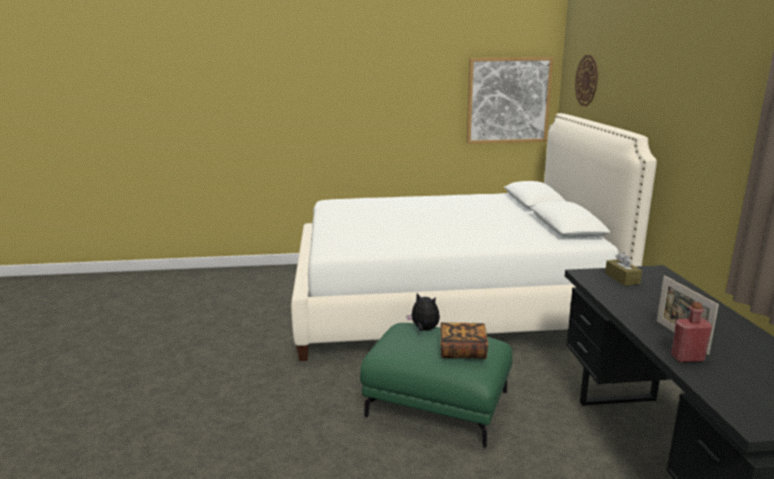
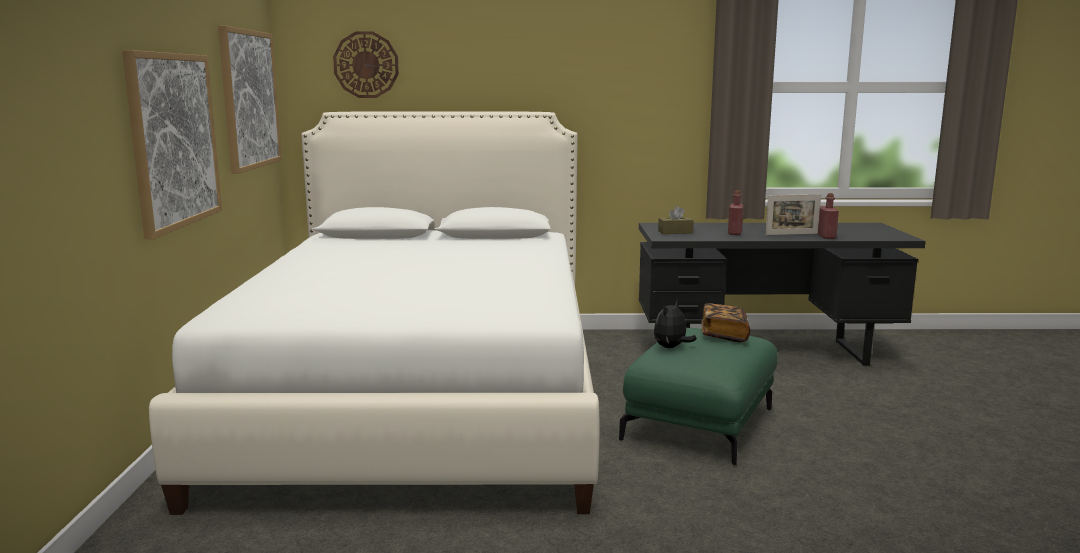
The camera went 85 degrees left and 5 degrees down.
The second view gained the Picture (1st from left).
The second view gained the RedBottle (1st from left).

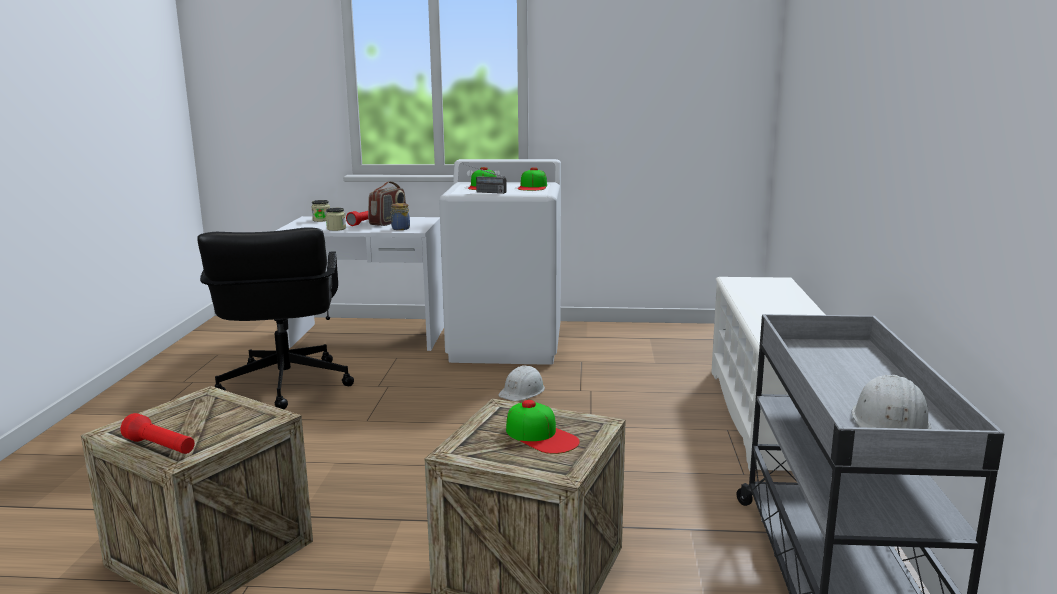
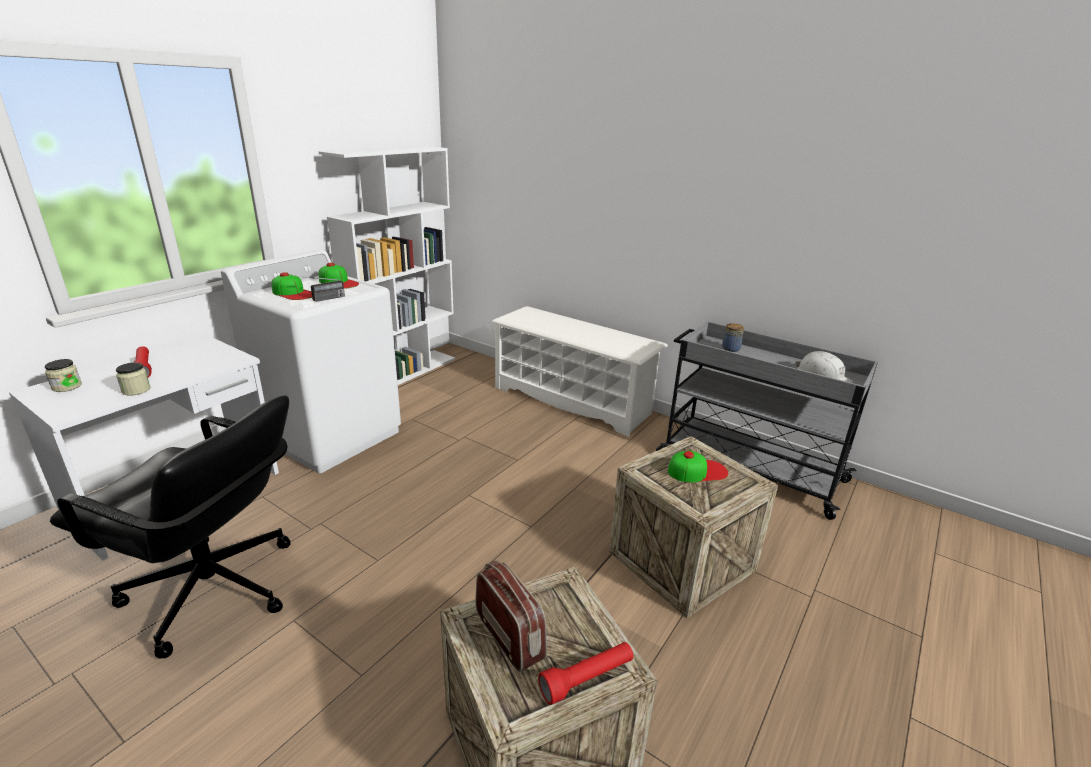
The camera went 60 degrees left and 10 degrees up.
The second view gained the WhiteBookcase.
The Radio (1st from left in the first image) ended up elsewhere.
The Jar (3rd from left) ended up elsewhere.
The second view lost the WhiteHardHat (1st from left).

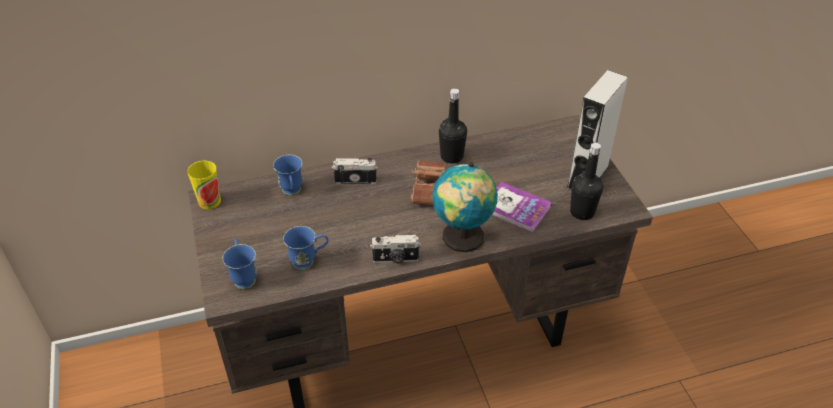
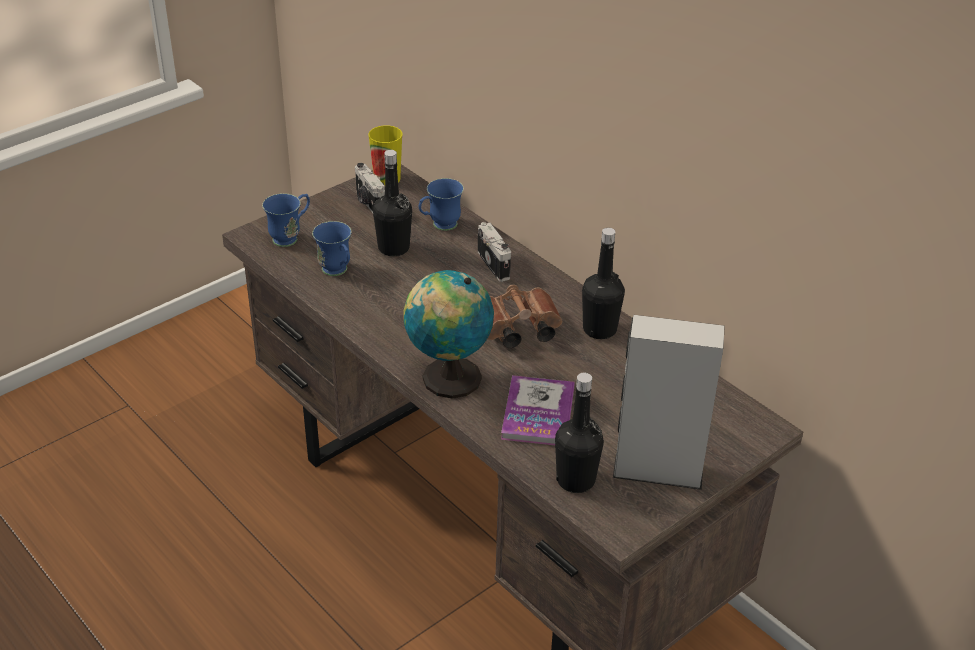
The camera went 65 degrees right and 5 degrees down.
The PhotoCamera (2nd from left in the first image) ended up elsewhere.
The second view gained the BlackBottle (1st from left).

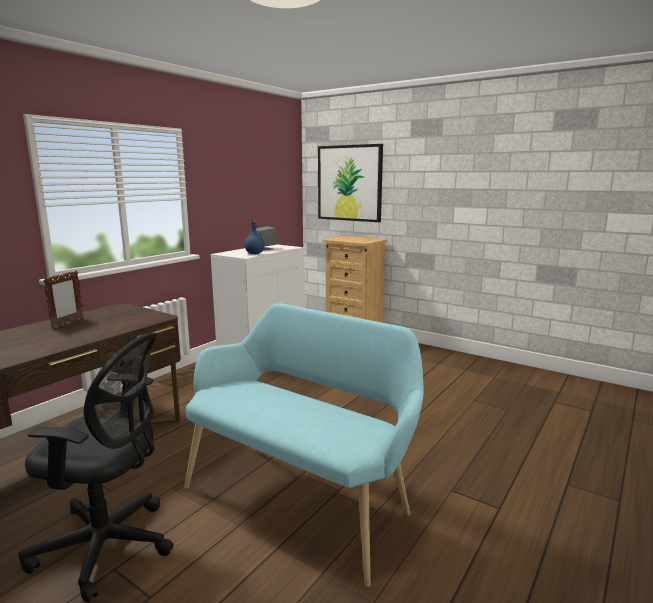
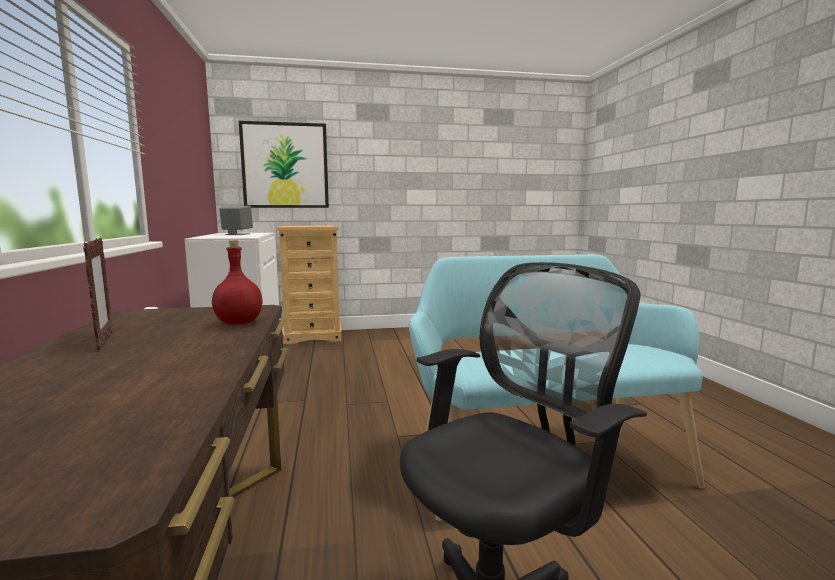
The camera went 45 degrees left and 5 degrees down.
The second view gained the RedBottle.
The second view lost the BlueBottle.

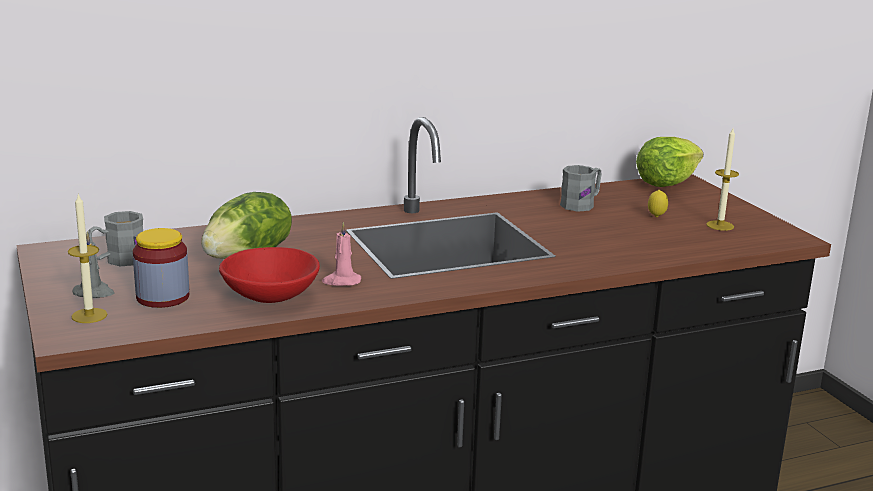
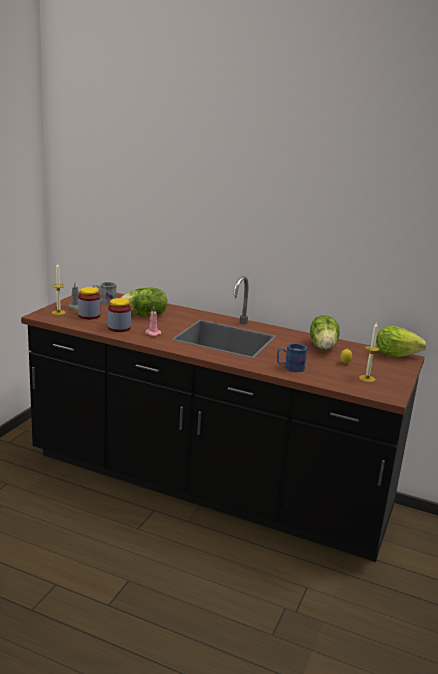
The camera went 45 degrees right and 0 degrees up.
Where the RedBowl stood, the Jar (2nd from left) came to stand.
The second view gained the BlueMug.
Where the GreyMug (2nd from left) stood, the Lettuce (2nd from left) came to stand.

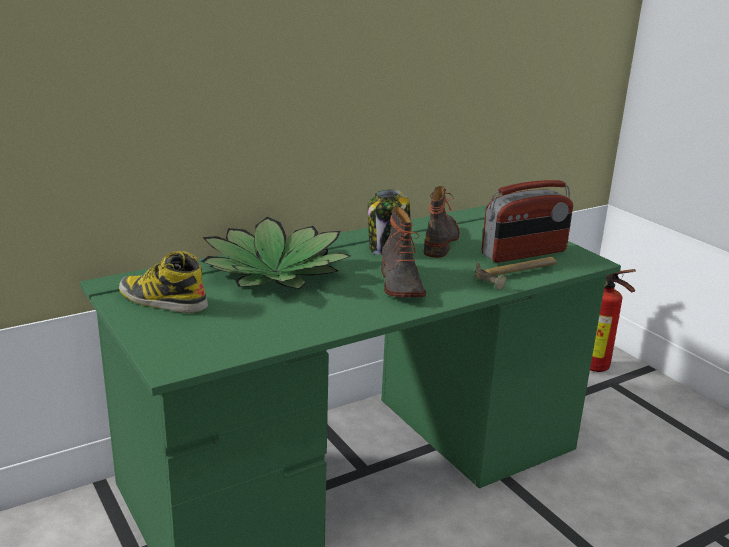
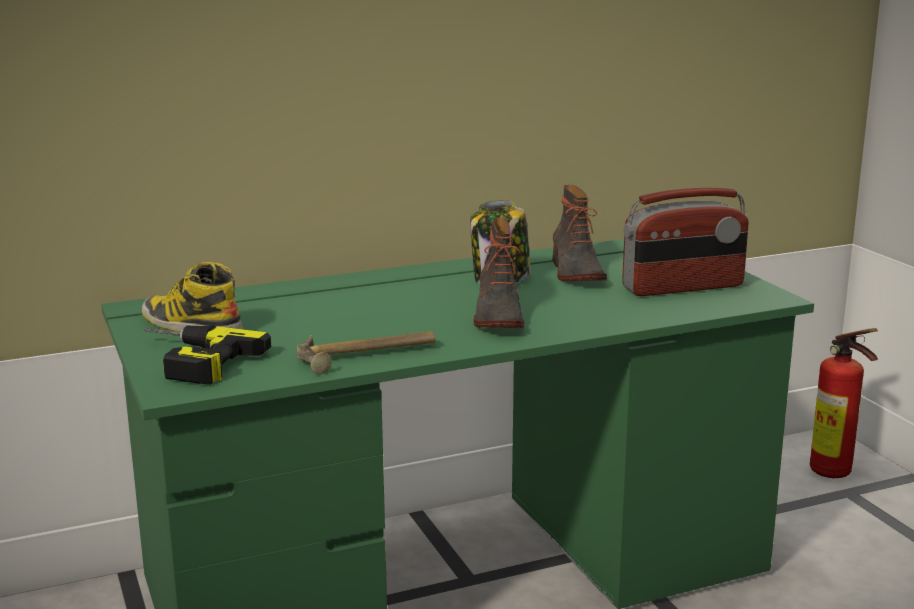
The camera went 10 degrees right and 5 degrees down.
The second view gained the PowerDrill.
The Hammer ended up elsewhere.
The Boot (3rd from left) ended up facing another way, 150 degrees clockwise from before.
The second view lost the PottedPlant.

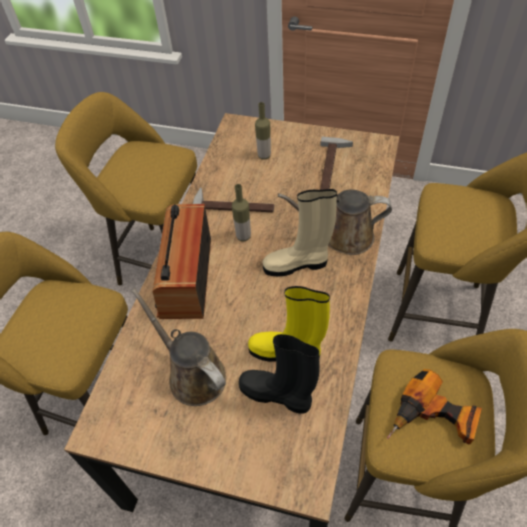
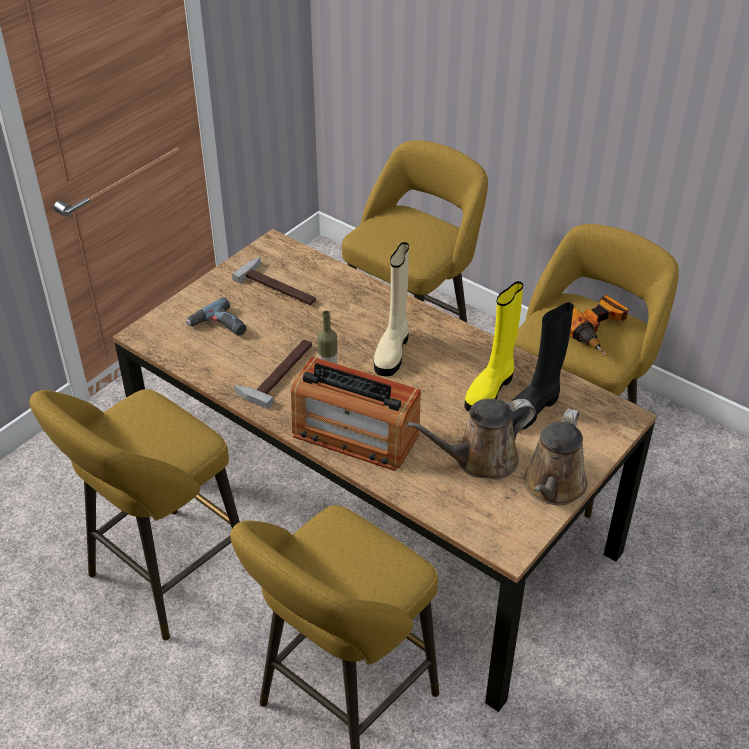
The camera went 70 degrees left and 10 degrees down.
Where the Bottle (2nd from left) stood, the PowerDrill (1st from left) came to stand.
The BrownWateringCan (2nd from left) ended up elsewhere.

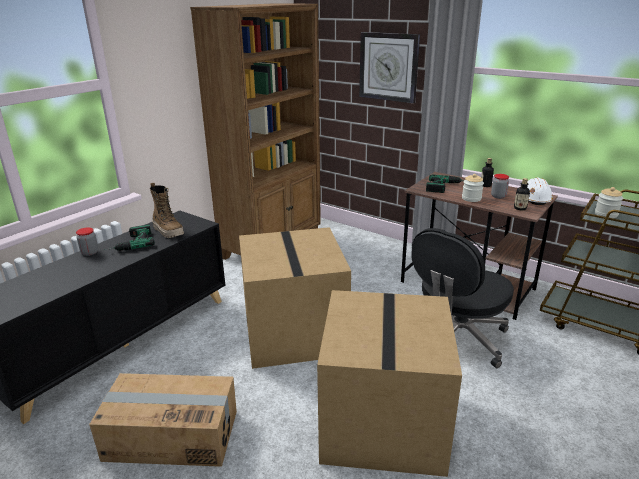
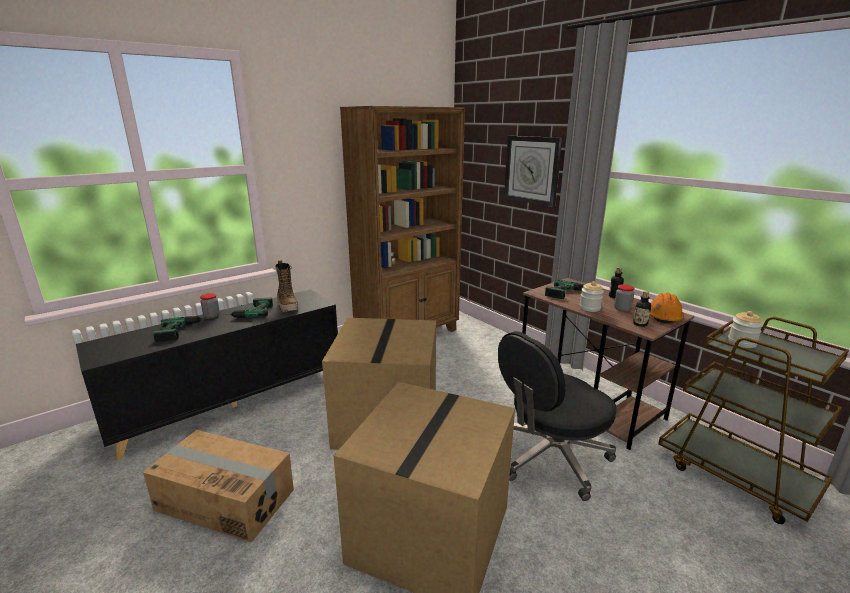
The camera went 15 degrees right and 5 degrees down.
The second view gained the PowerDrill (1st from left).
What was the WhiteHardHat turned into the OrangeHardHat.

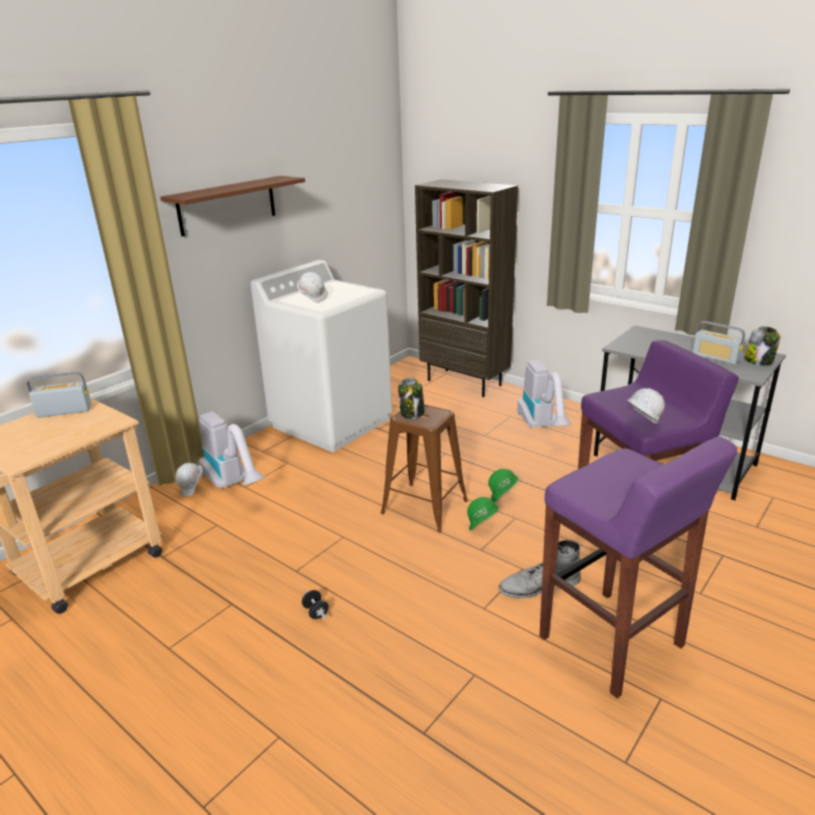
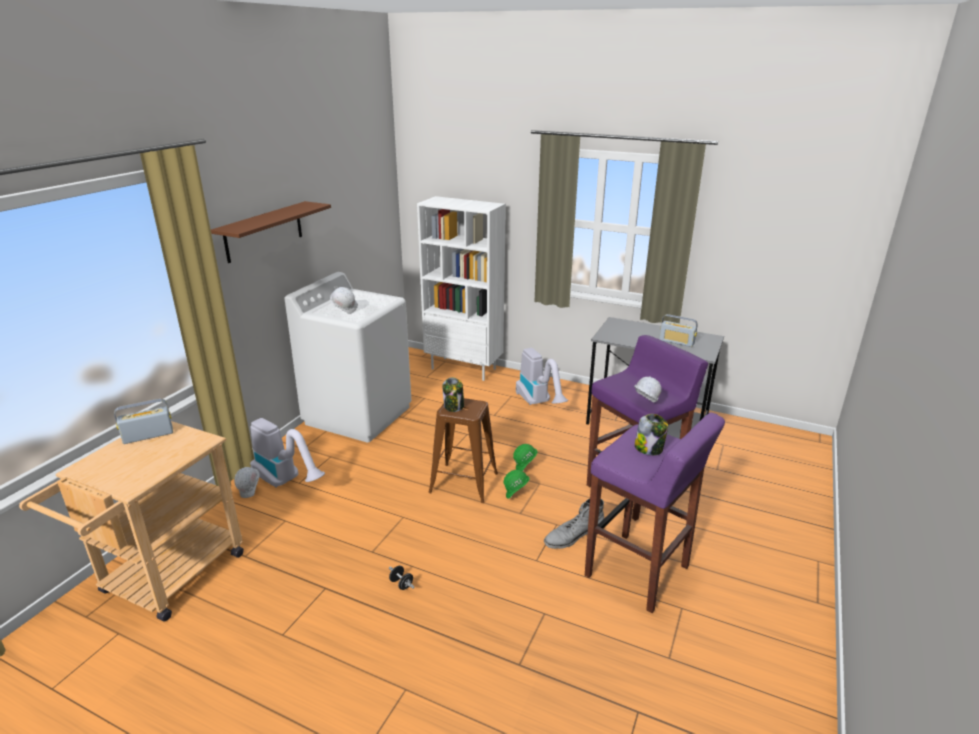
The camera went 15 degrees left and 0 degrees up.
What was the BrownBookcase turned into the WhiteBookcase.
The Jar (2nd from left) ended up elsewhere.

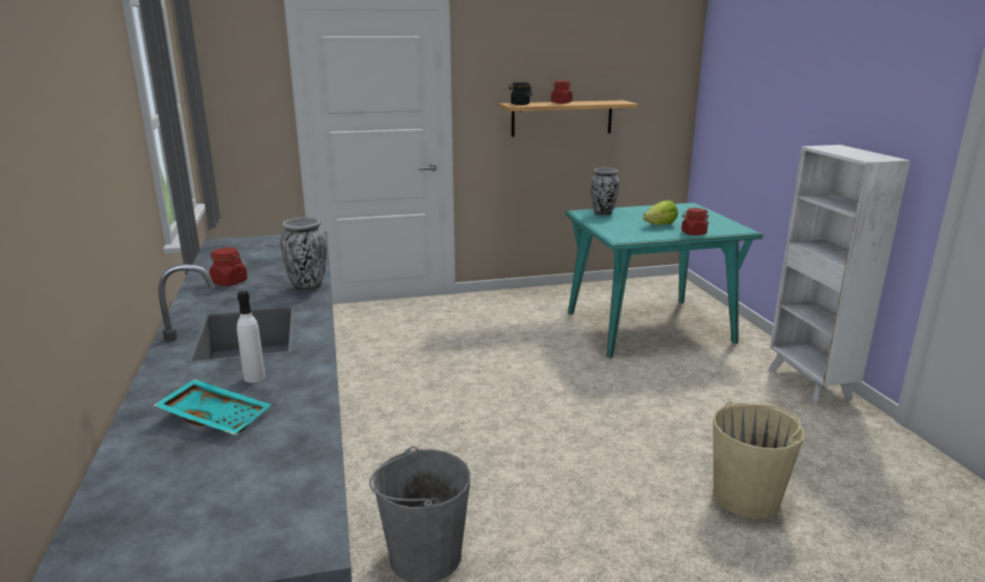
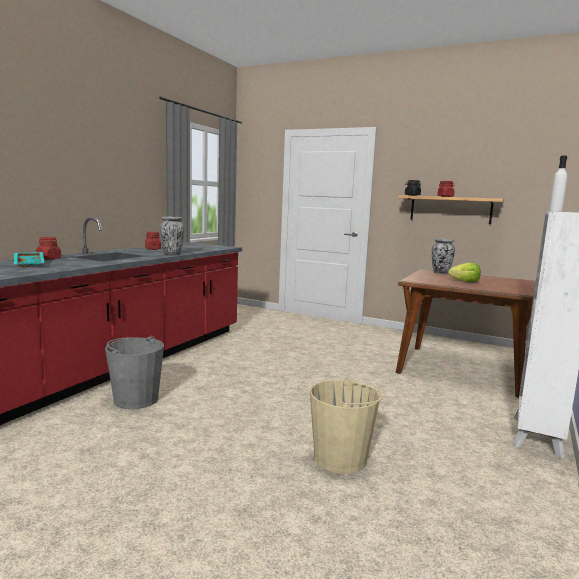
The camera went 40 degrees right and 10 degrees down.
The RedJar (3rd from left in the first image) ended up elsewhere.
What was the TurquoiseDiningTable turned into the BrownDiningTable.
The WhiteBottle ended up elsewhere.

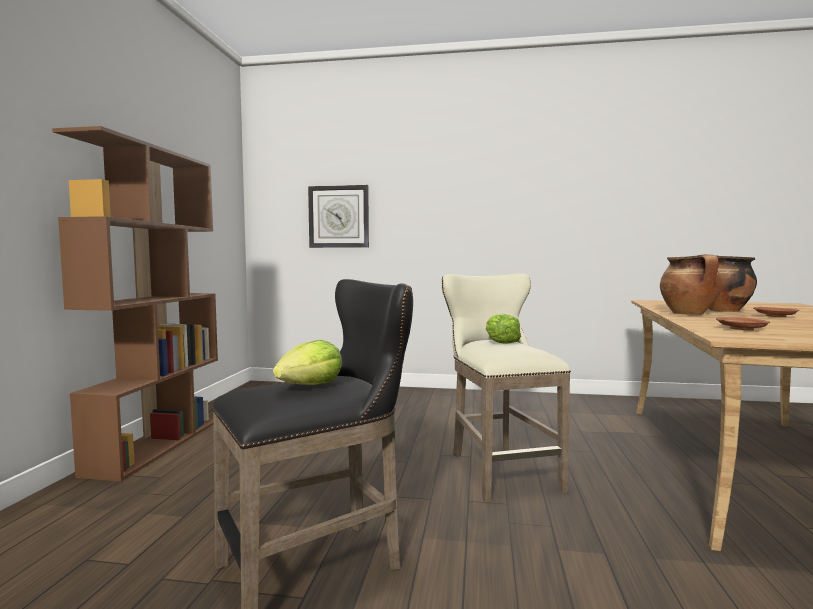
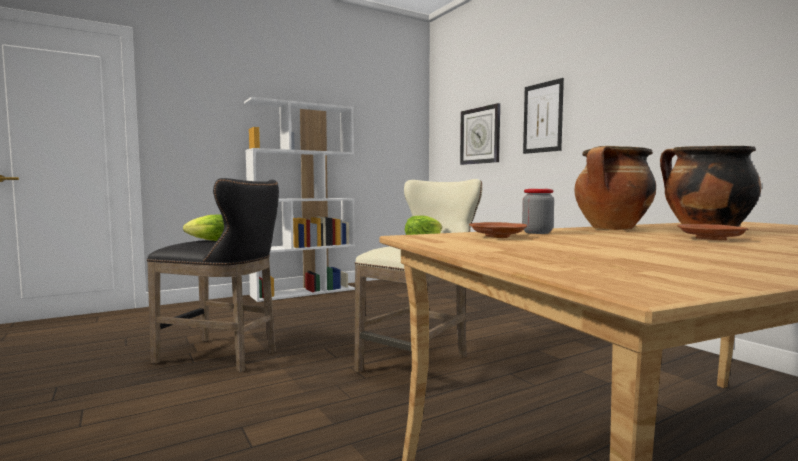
The camera went 50 degrees right and 0 degrees up.
What was the BrownBookcase turned into the WhiteBookcase.
The second view gained the Jar.
The second view gained the Picture.

